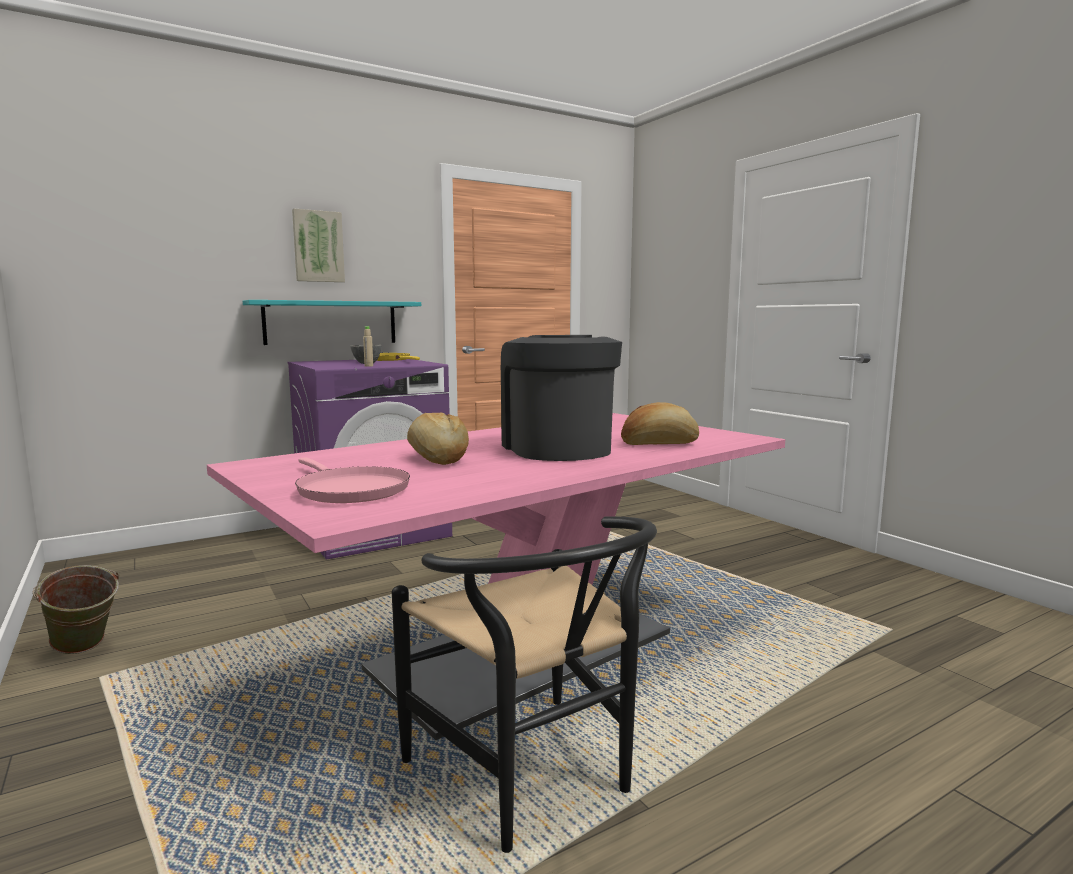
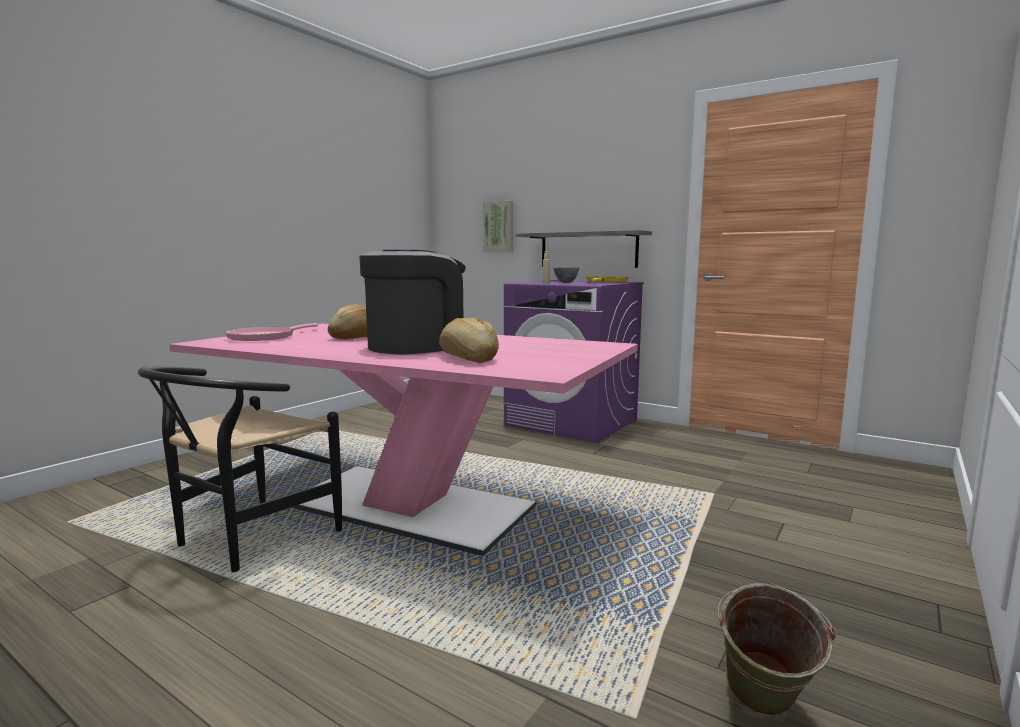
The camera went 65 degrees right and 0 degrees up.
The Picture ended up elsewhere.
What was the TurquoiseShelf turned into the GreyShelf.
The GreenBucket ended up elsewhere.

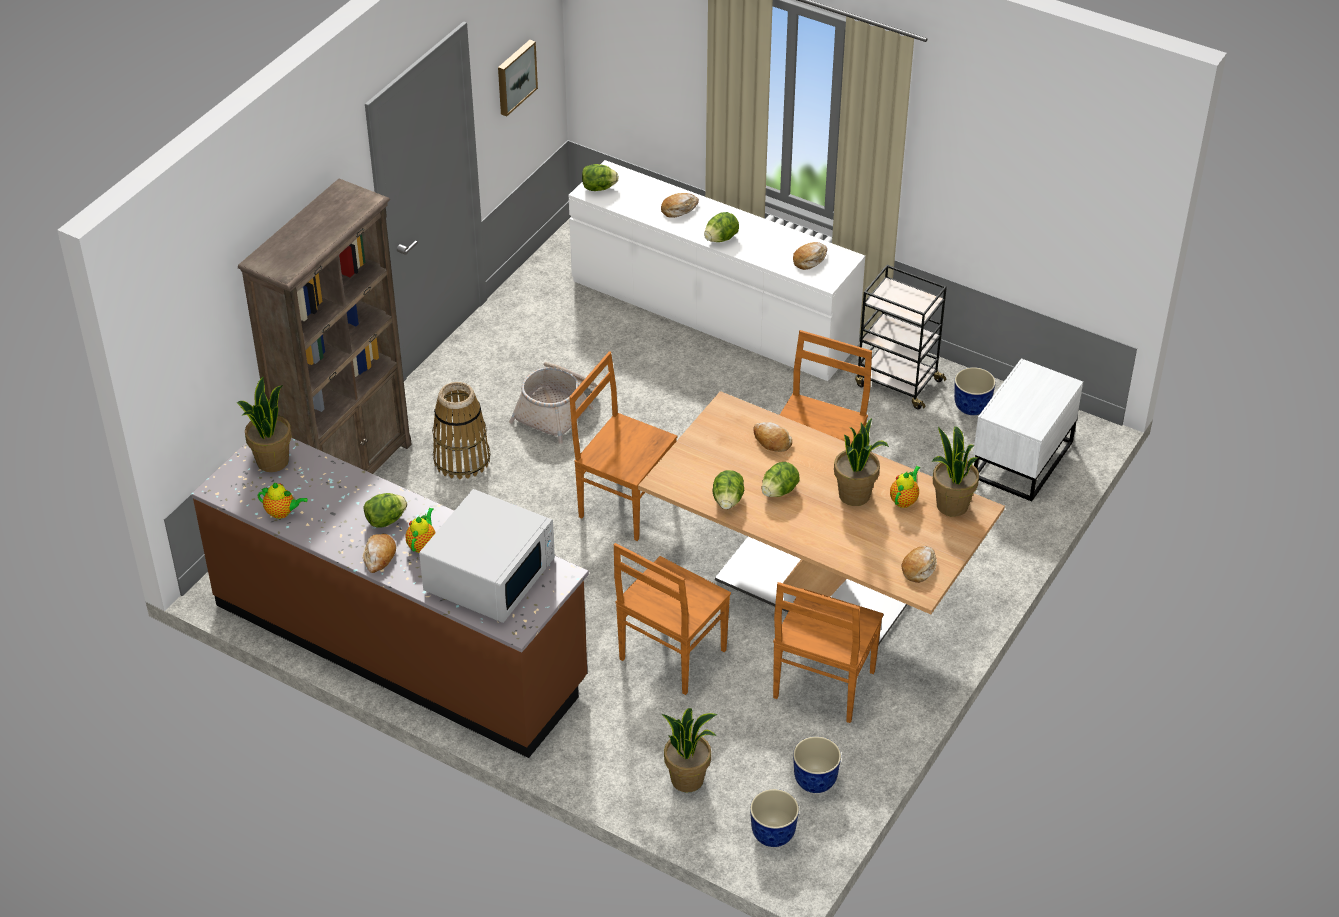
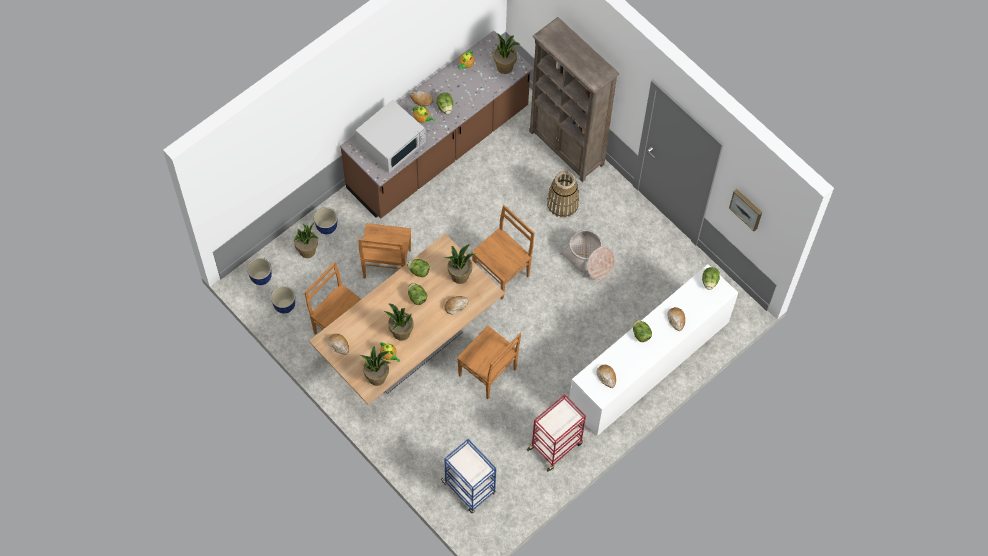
The camera went 105 degrees right and 20 degrees up.
The Planter (3rd from left) ended up elsewhere.
The WhiteMicrowave ended up facing another way, 90 degrees counterclockwise from before.
The BrownChair (2nd from left) ended up facing another way, 135 degrees counterclockwise from before.
Where the WhiteNightstand stood, the BlueCart came to stand.
The second view gained the PottedPlant (4th from left).
What was the BlackCart turned into the RedCart.

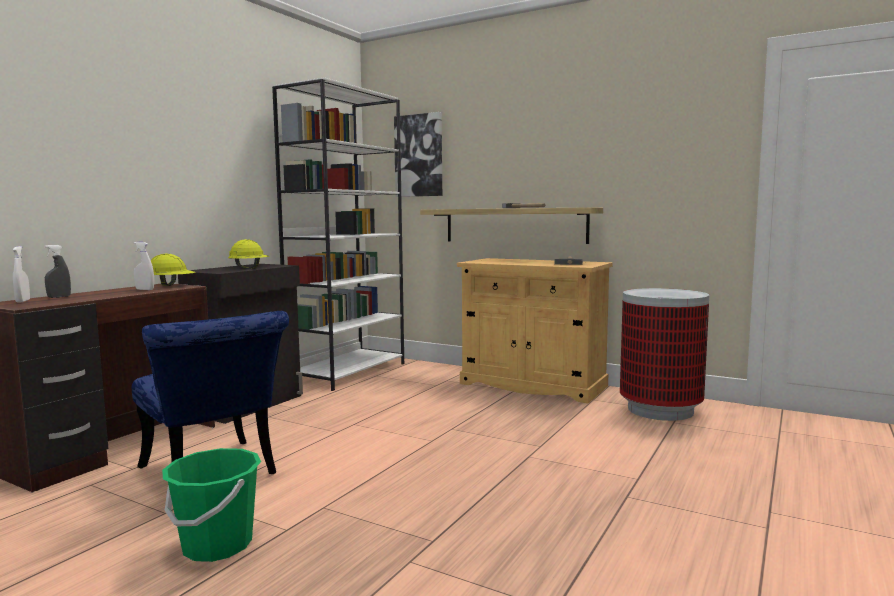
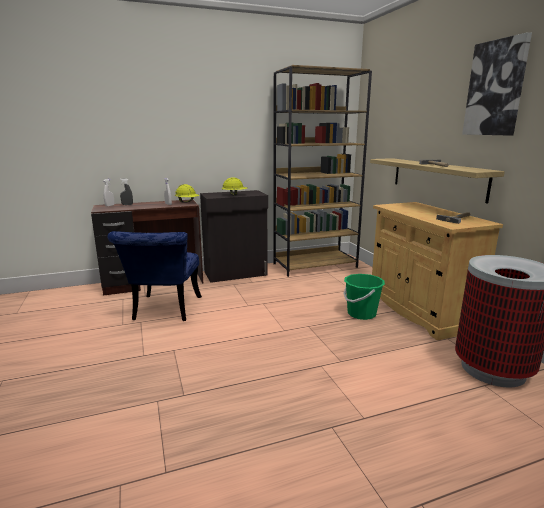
The camera went 40 degrees right and 10 degrees up.
What was the WhiteBookcase turned into the BrownBookcase.
The GreenBucket ended up elsewhere.
The Picture ended up elsewhere.

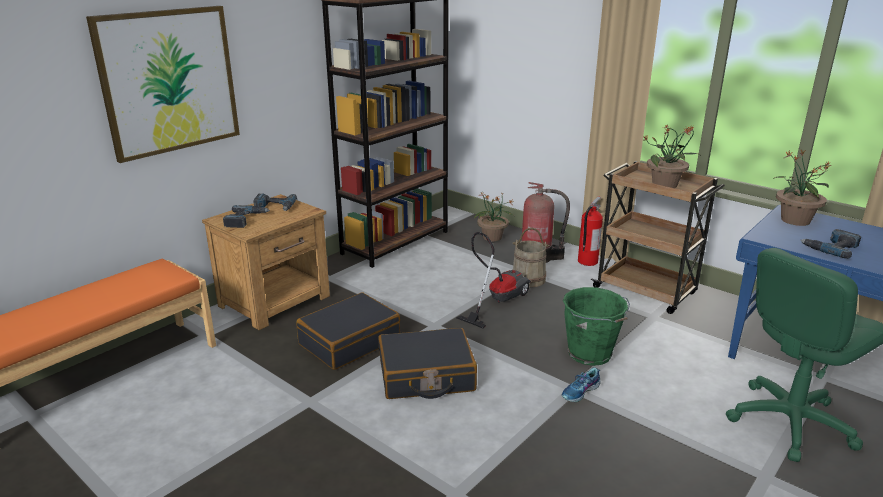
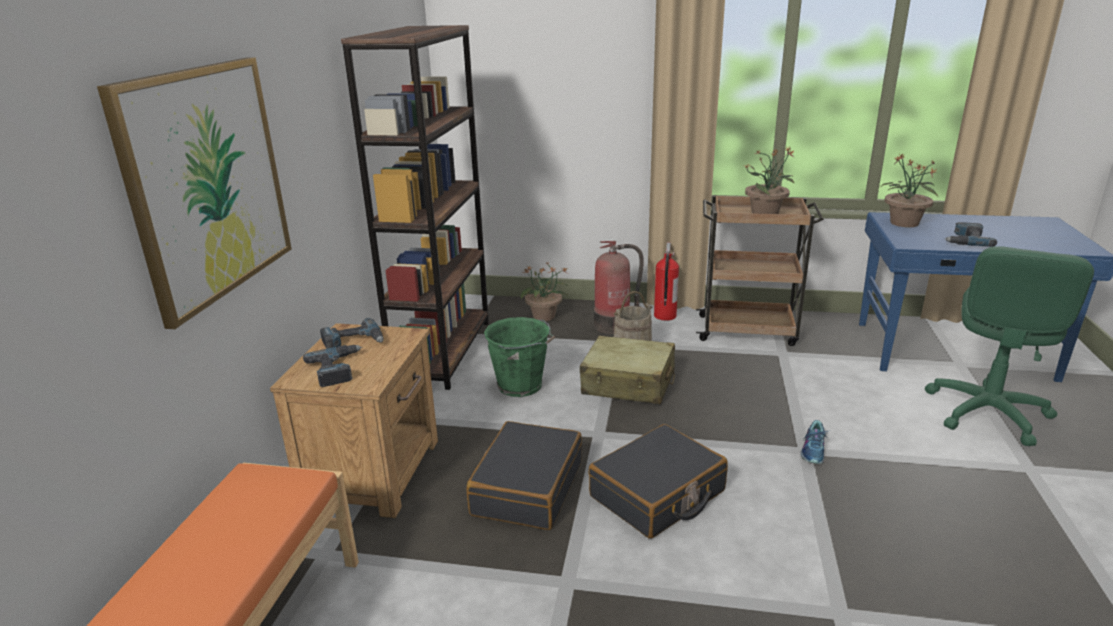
The camera went 30 degrees left and 0 degrees up.
The GreenBucket ended up elsewhere.
Where the VacuumCleaner stood, the BeigeSuitcase came to stand.

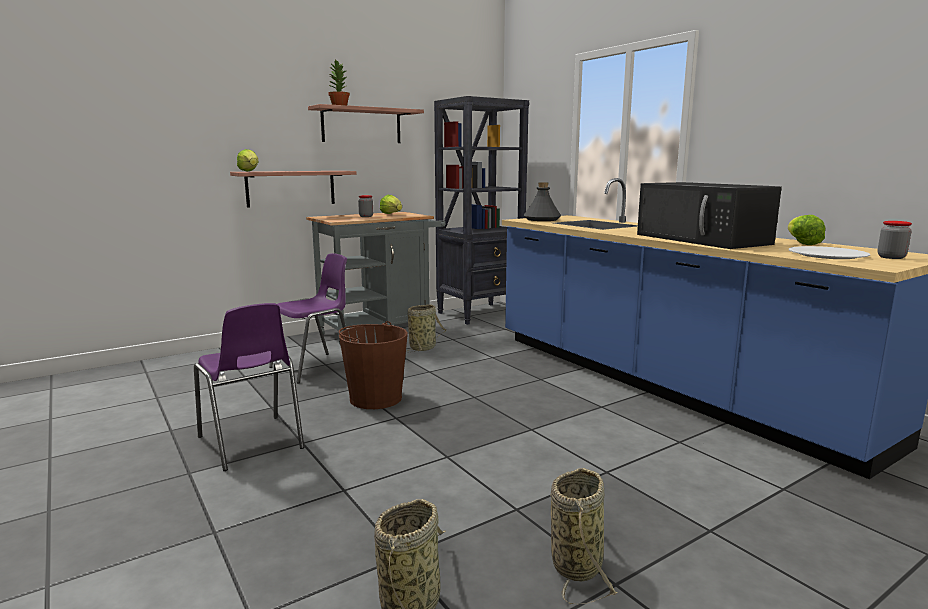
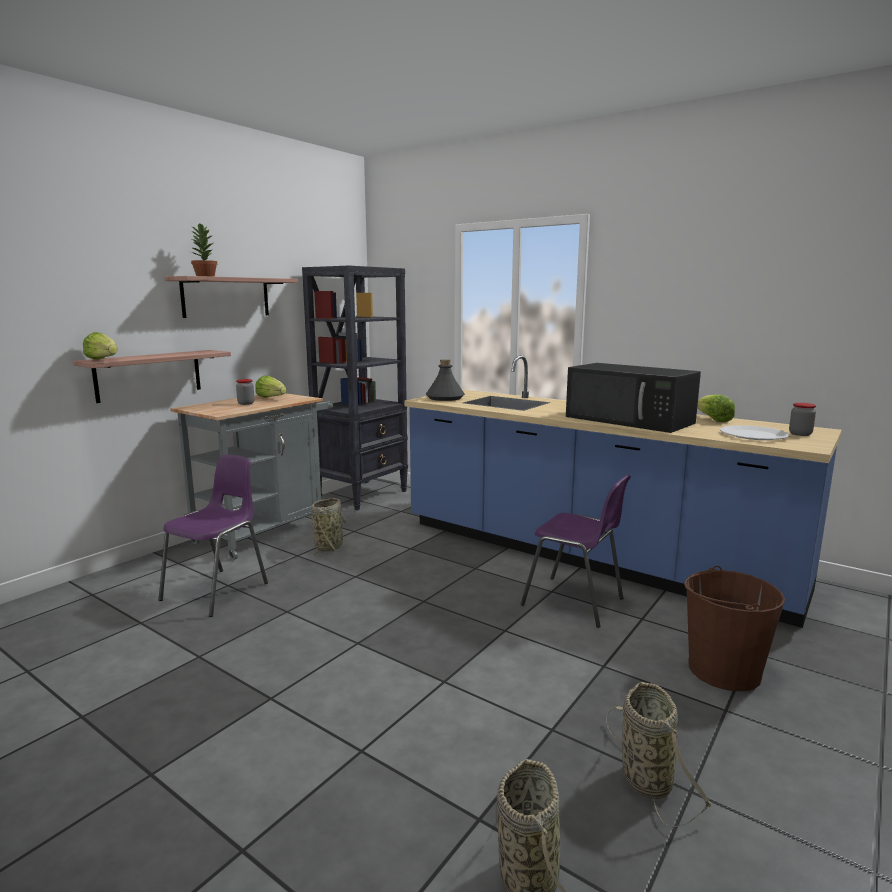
The camera went 20 degrees left and 0 degrees up.
The PurpleChair (1st from left in the first image) ended up elsewhere.
The BrownBucket ended up elsewhere.

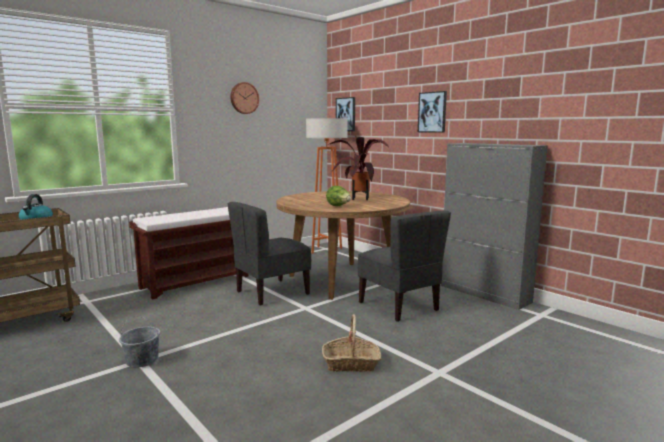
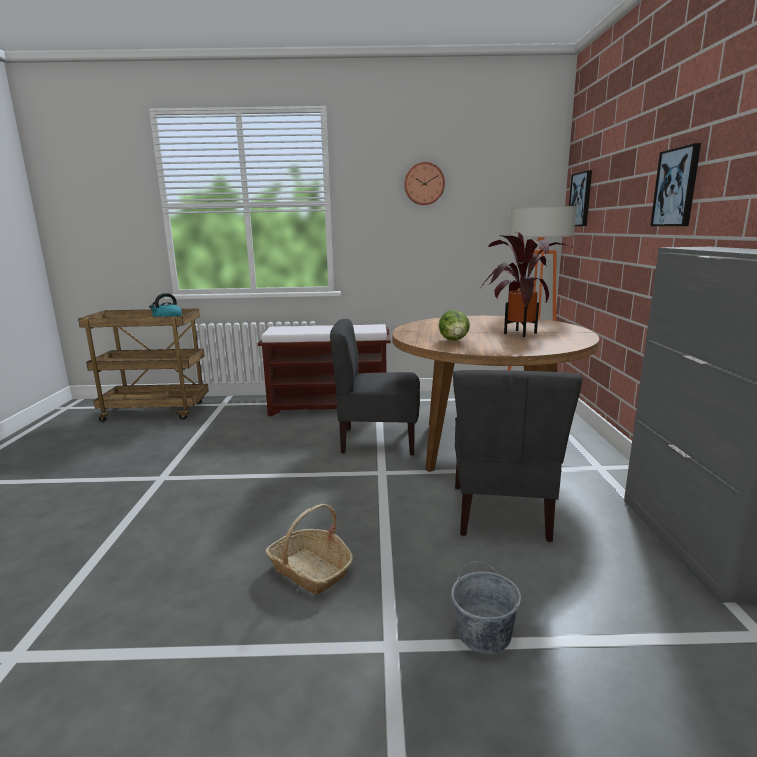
The camera went 40 degrees right and 5 degrees up.
The GreyBucket ended up elsewhere.

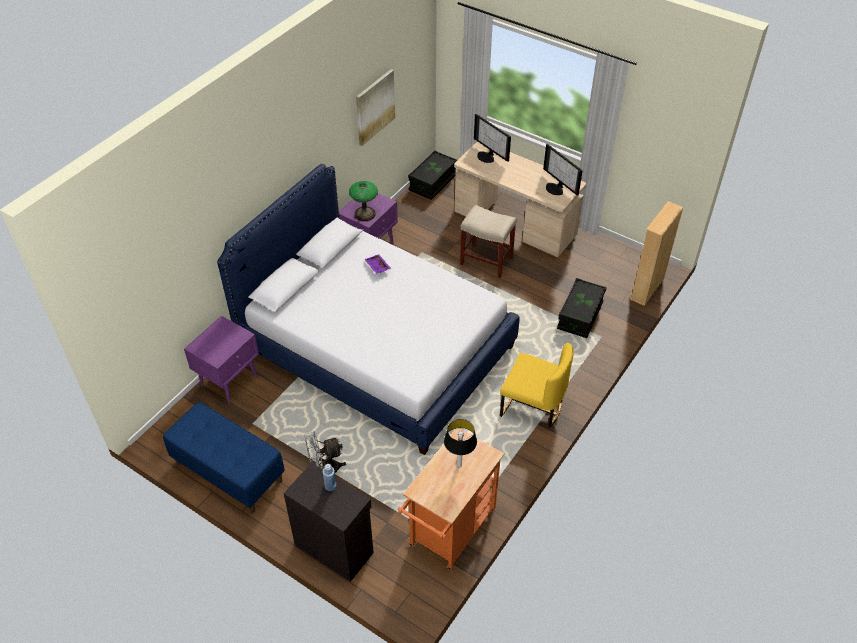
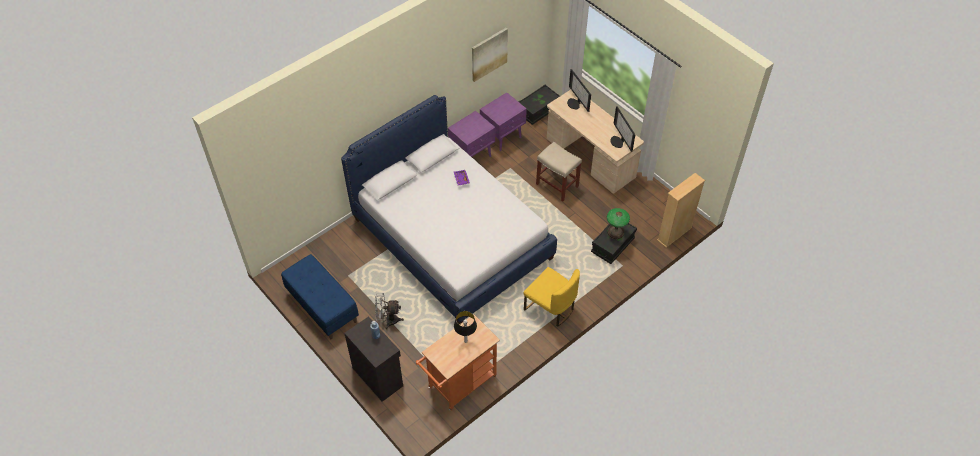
The camera went 15 degrees right and 5 degrees up.
The PurpleNightstand (1st from left in the first image) ended up elsewhere.
The TableLamp (1st from left in the first image) ended up elsewhere.

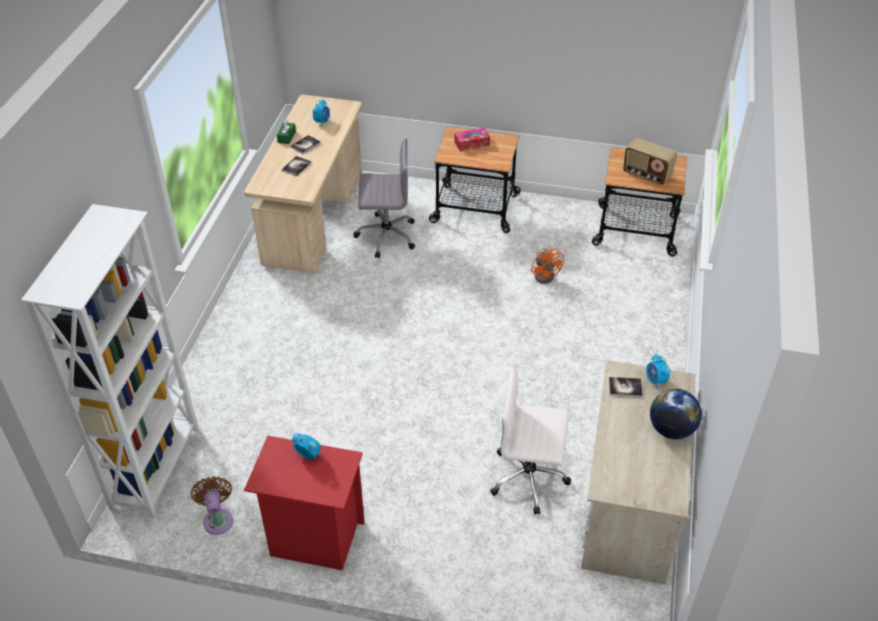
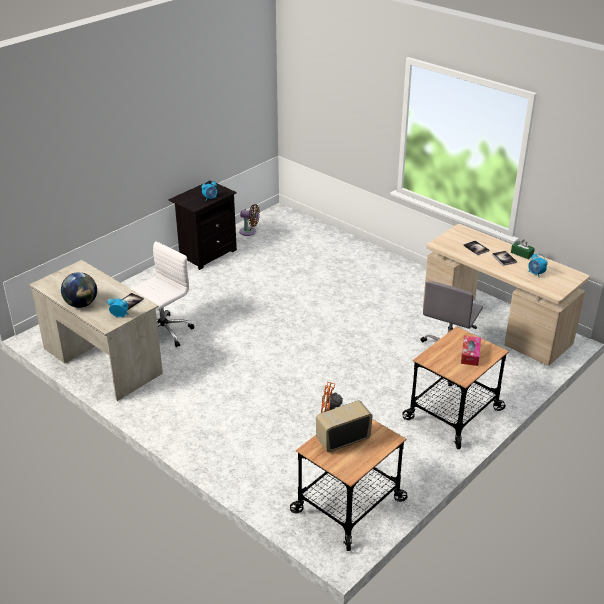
The camera went 120 degrees right and 10 degrees down.
What was the RedNightstand turned into the BlackNightstand.
The second view lost the WhiteBookcase.

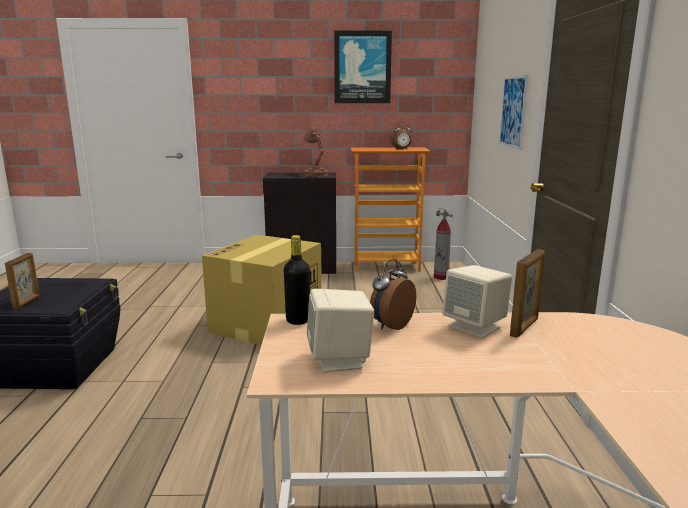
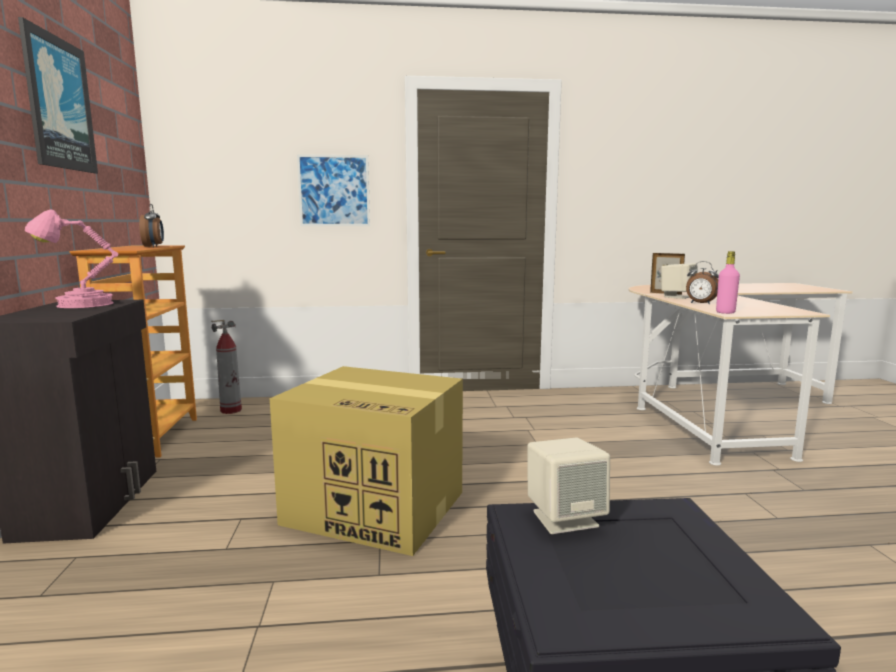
The camera went 95 degrees left and 5 degrees down.
What was the BrownTableLamp turned into the PinkTableLamp.
The BeigeSpeaker (1st from left) ended up elsewhere.
What was the BlackBottle turned into the PinkBottle.
The second view lost the PictureFrame (1st from left).

